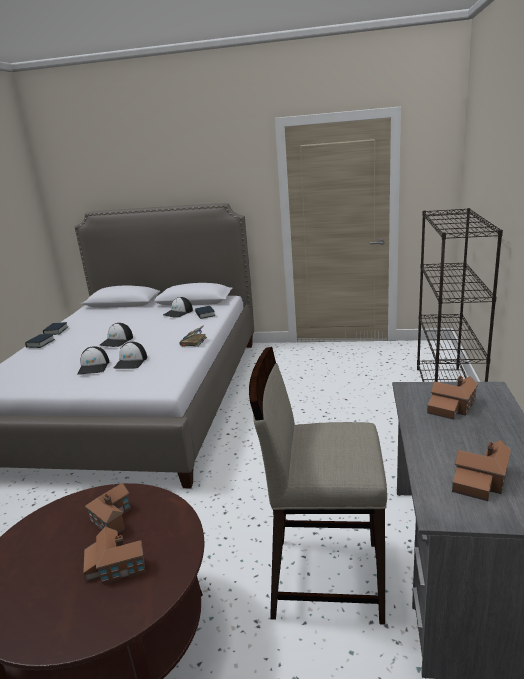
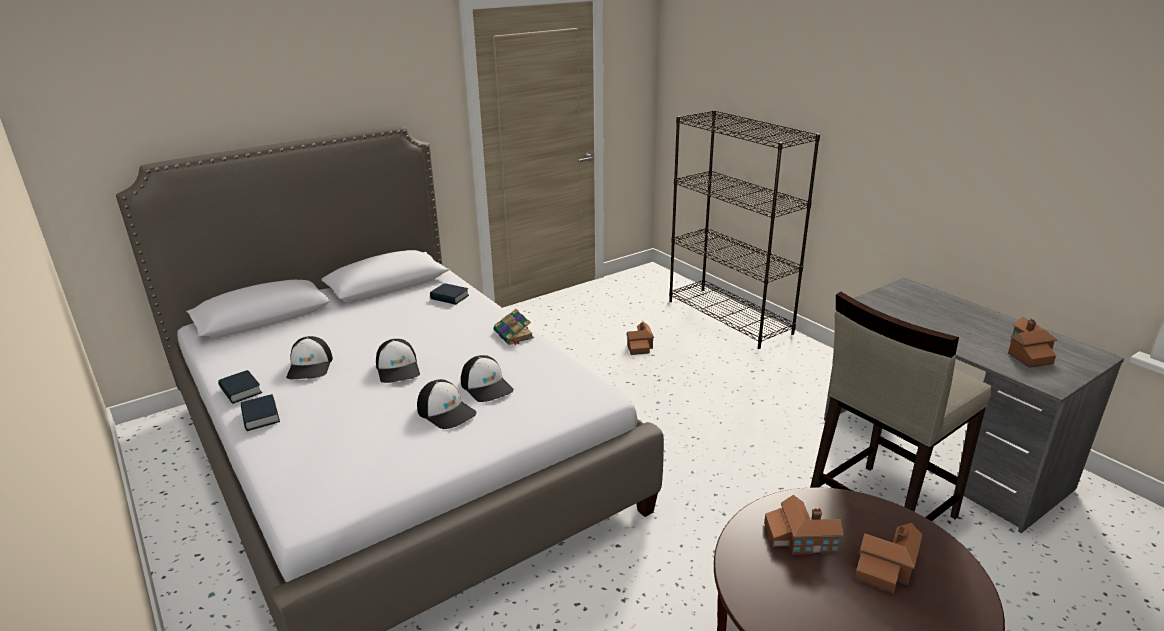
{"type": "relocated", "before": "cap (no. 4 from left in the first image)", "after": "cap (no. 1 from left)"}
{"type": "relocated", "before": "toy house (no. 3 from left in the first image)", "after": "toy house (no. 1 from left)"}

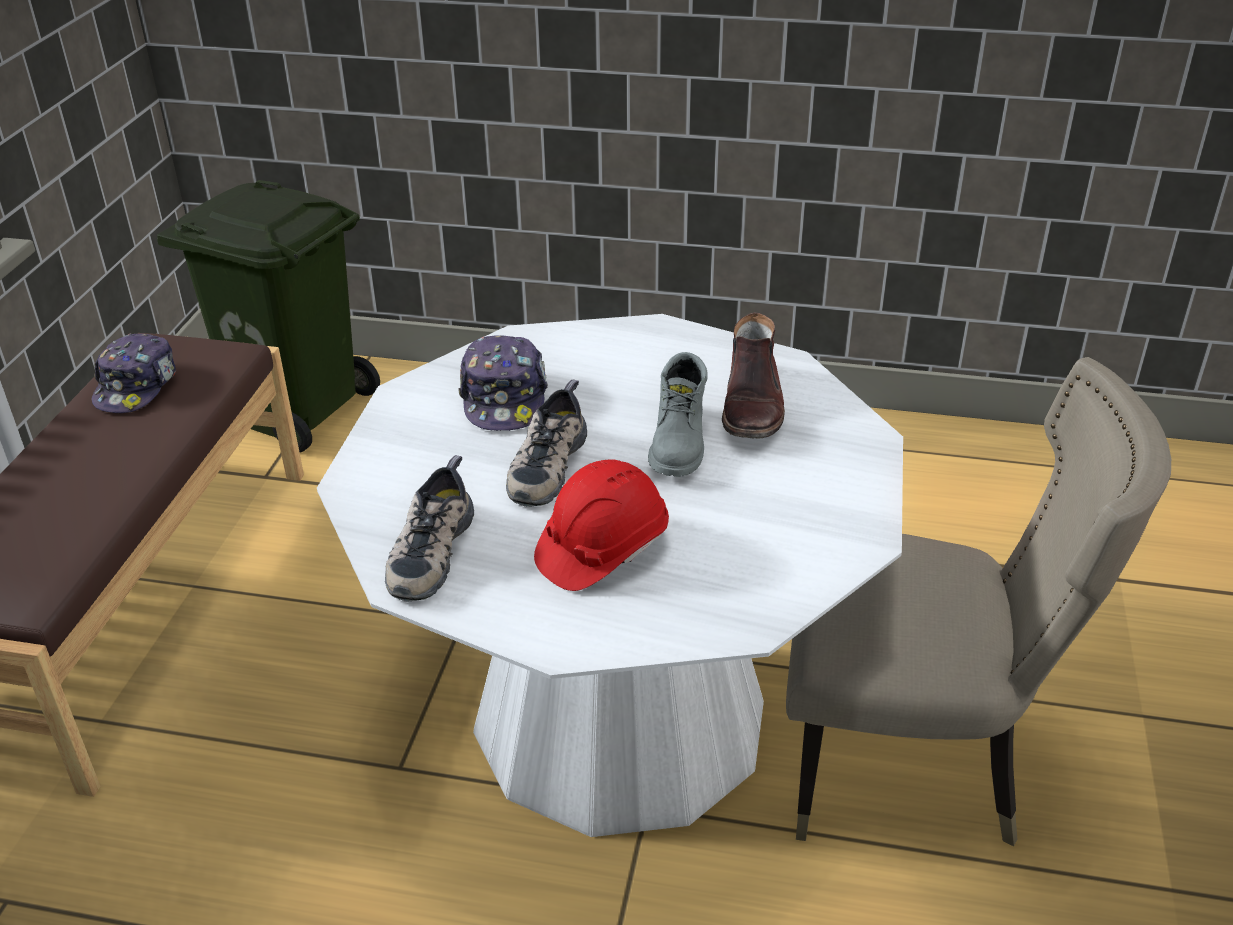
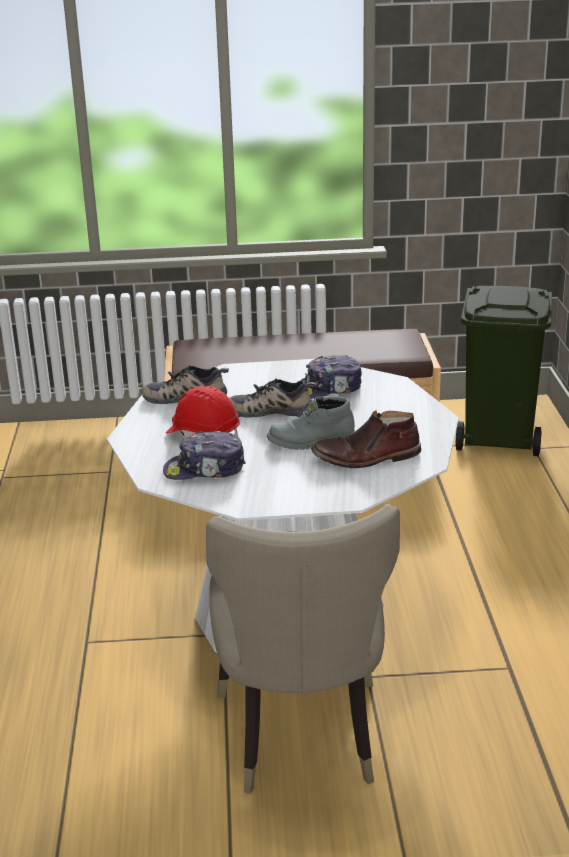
{"type": "relocated", "before": "cap (no. 1 from left)"}

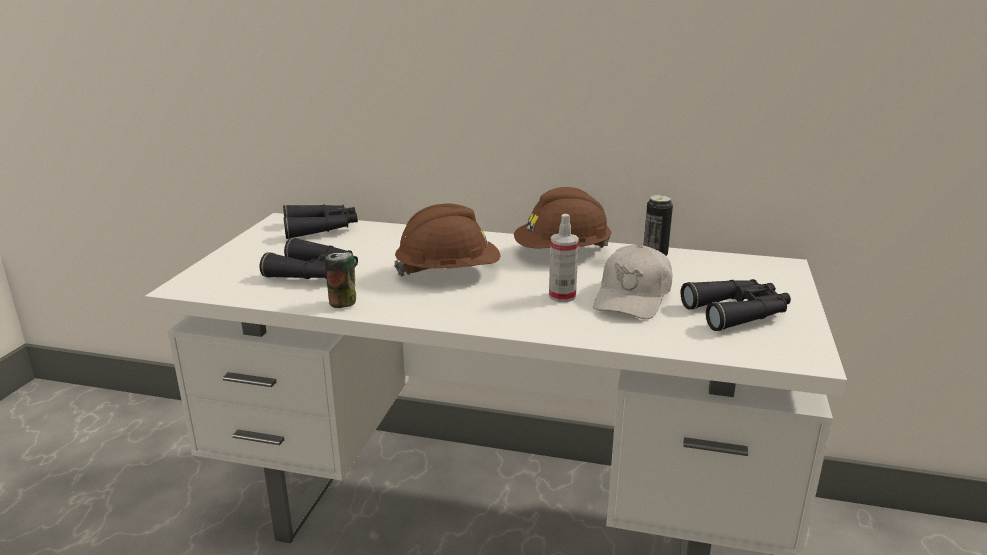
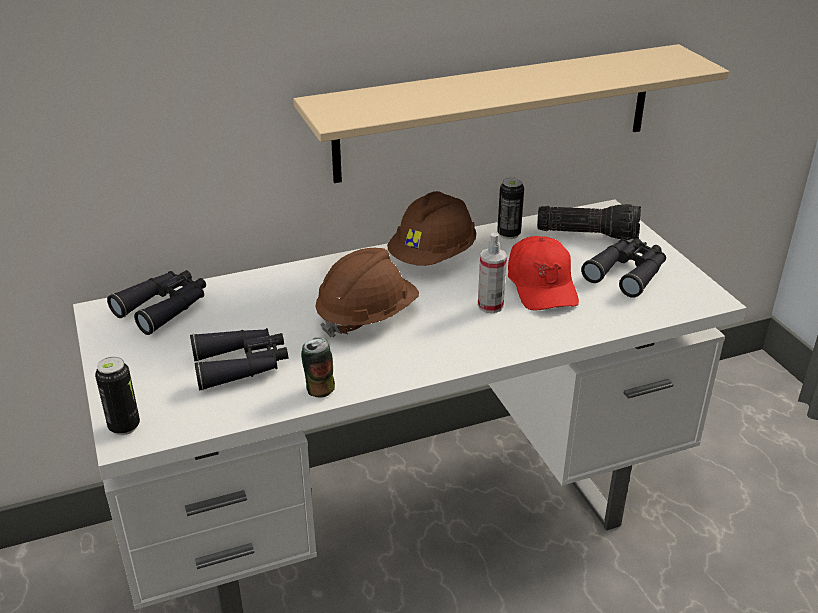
{"type": "colour", "before": "cap (white)", "after": "cap (red)"}
{"type": "appeared", "after": "can (no. 1 from left)"}
{"type": "appeared", "after": "shelf (beige)"}
{"type": "appeared", "after": "flashlight"}

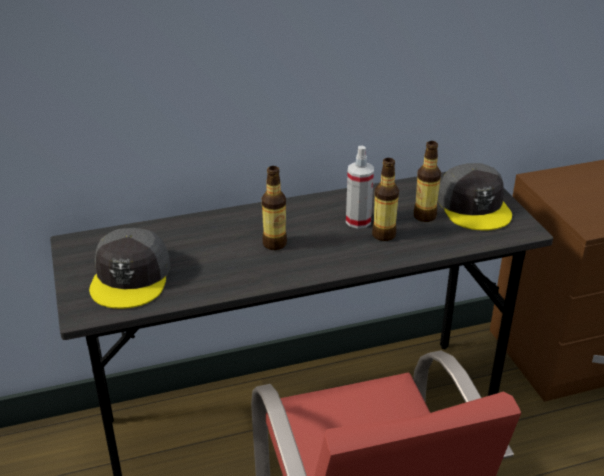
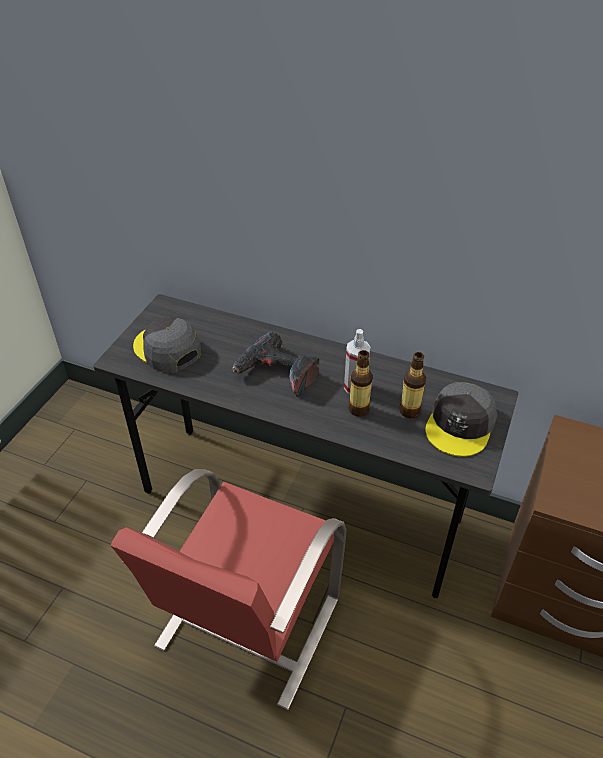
{"type": "spun", "before": "cap (grey) (no. 1 from left)", "turn": 90}
{"type": "exchanged", "before": "bottle (no. 1 from left)", "after": "power drill"}

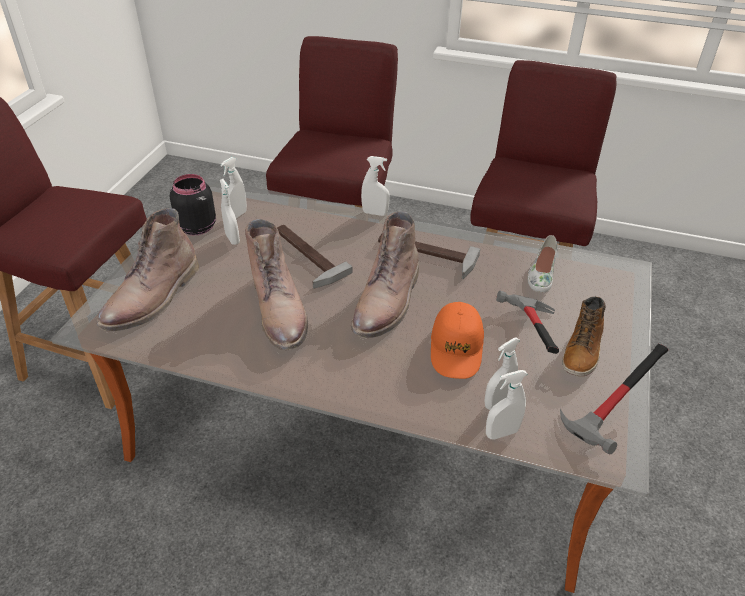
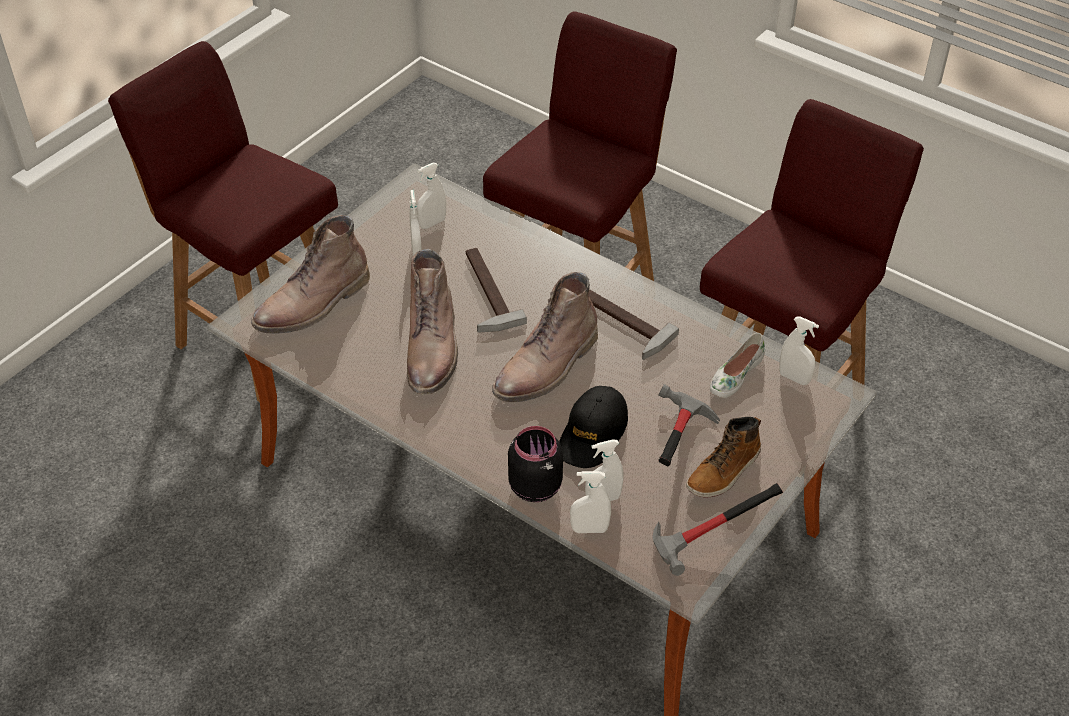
{"type": "relocated", "before": "jar (black)"}
{"type": "relocated", "before": "spray bottle (white) (no. 3 from left in the first image)", "after": "spray bottle (white) (no. 5 from left)"}
{"type": "colour", "before": "cap (orange)", "after": "cap (black)"}

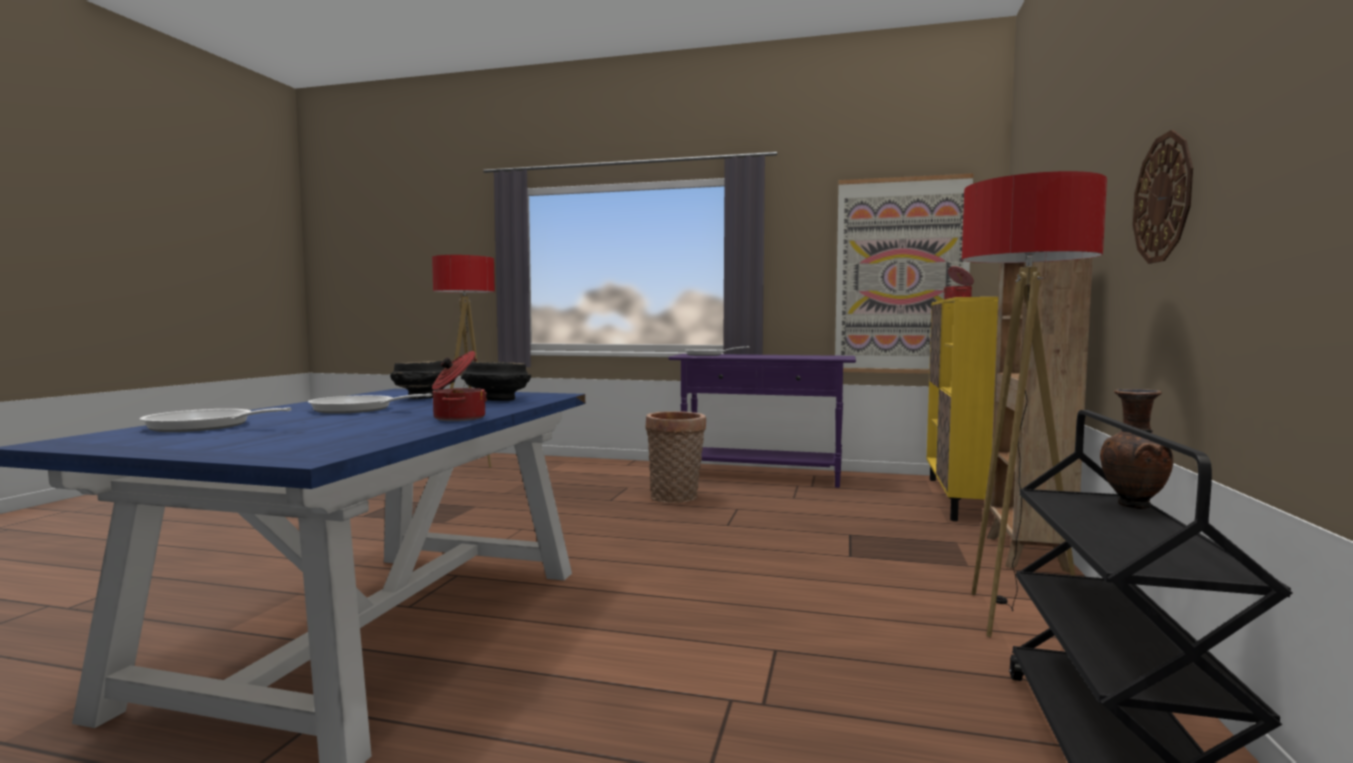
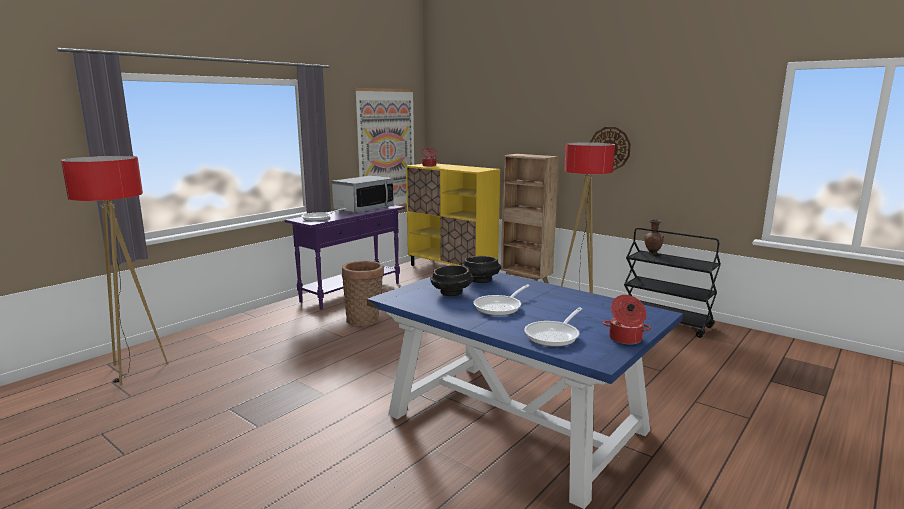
{"type": "relocated", "before": "cooking pot (no. 1 from left in the first image)", "after": "cooking pot (no. 2 from left)"}
{"type": "appeared", "after": "microwave"}

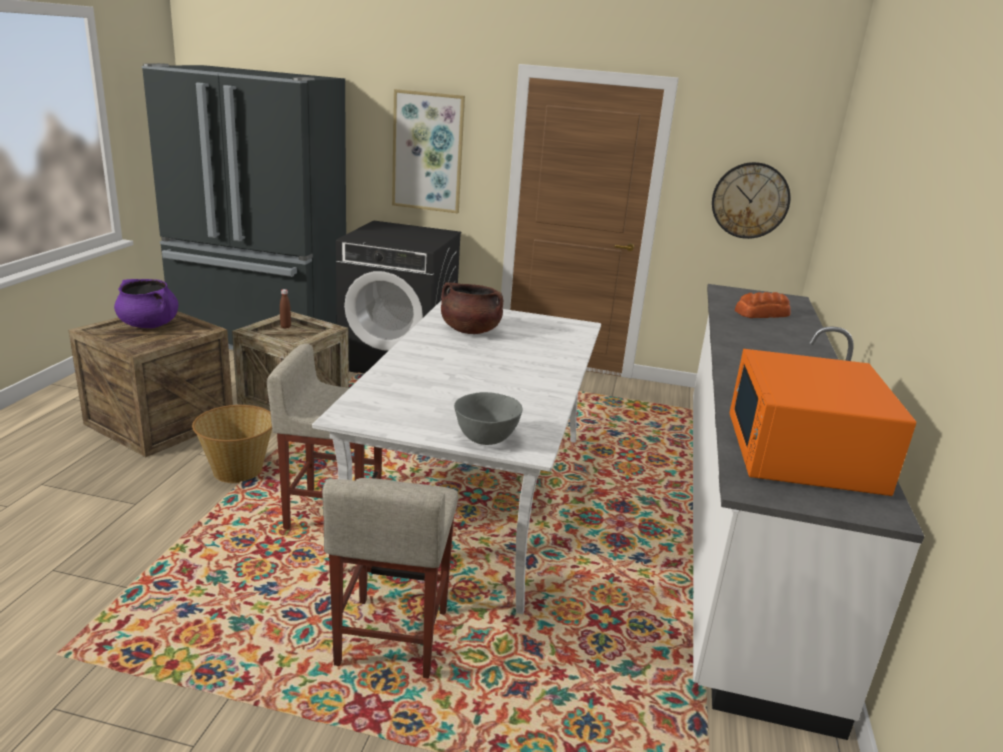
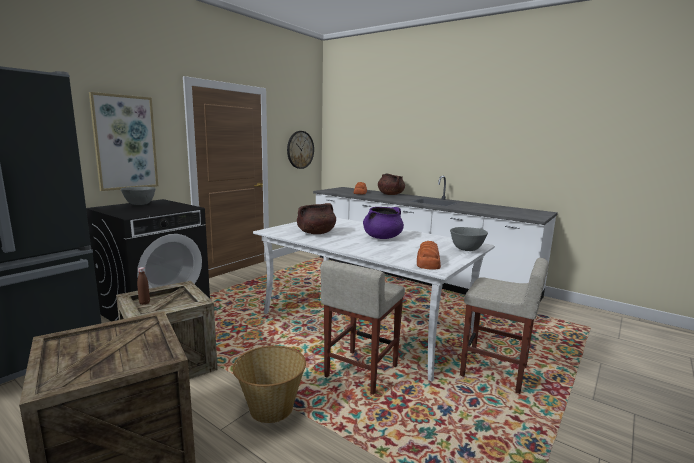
{"type": "relocated", "before": "cooking pot (purple)"}
{"type": "missing", "before": "microwave (orange)"}
{"type": "appeared", "after": "bowl (grey) (no. 1 from left)"}
{"type": "appeared", "after": "cooking pot (brown) (no. 2 from left)"}
{"type": "appeared", "after": "bread (no. 2 from left)"}

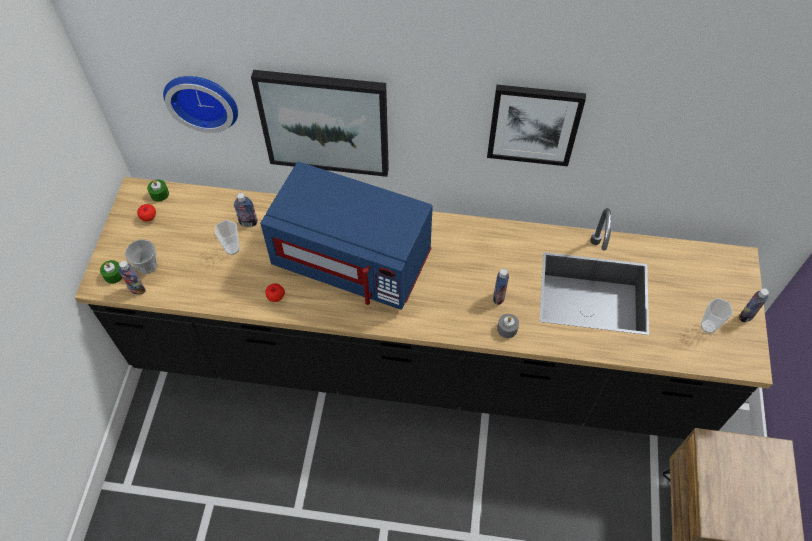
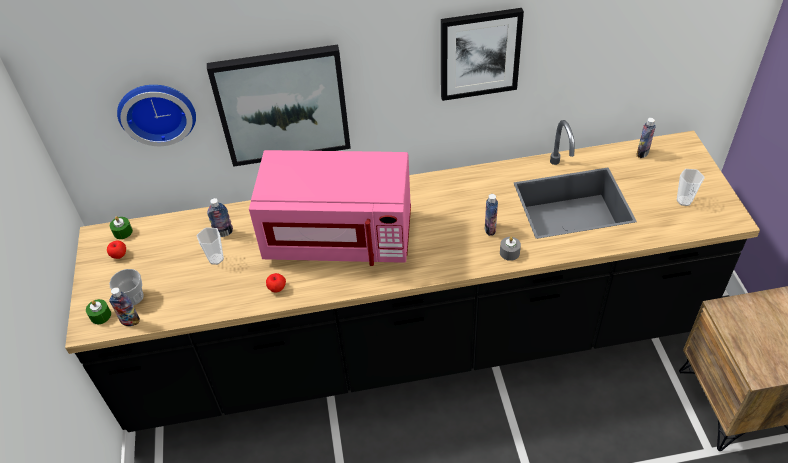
{"type": "colour", "before": "microwave (blue)", "after": "microwave (pink)"}
{"type": "relocated", "before": "bottle (no. 4 from left)"}

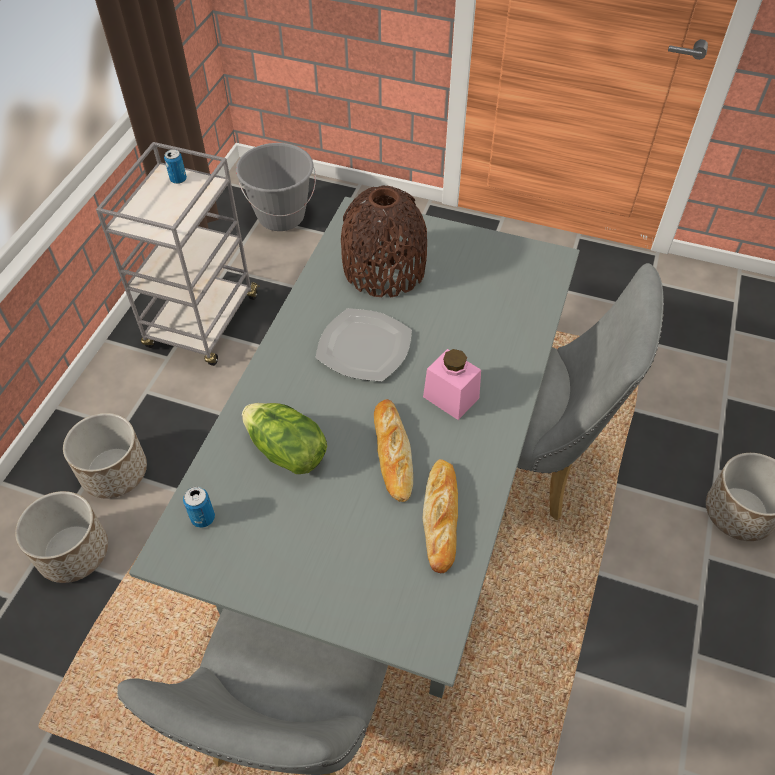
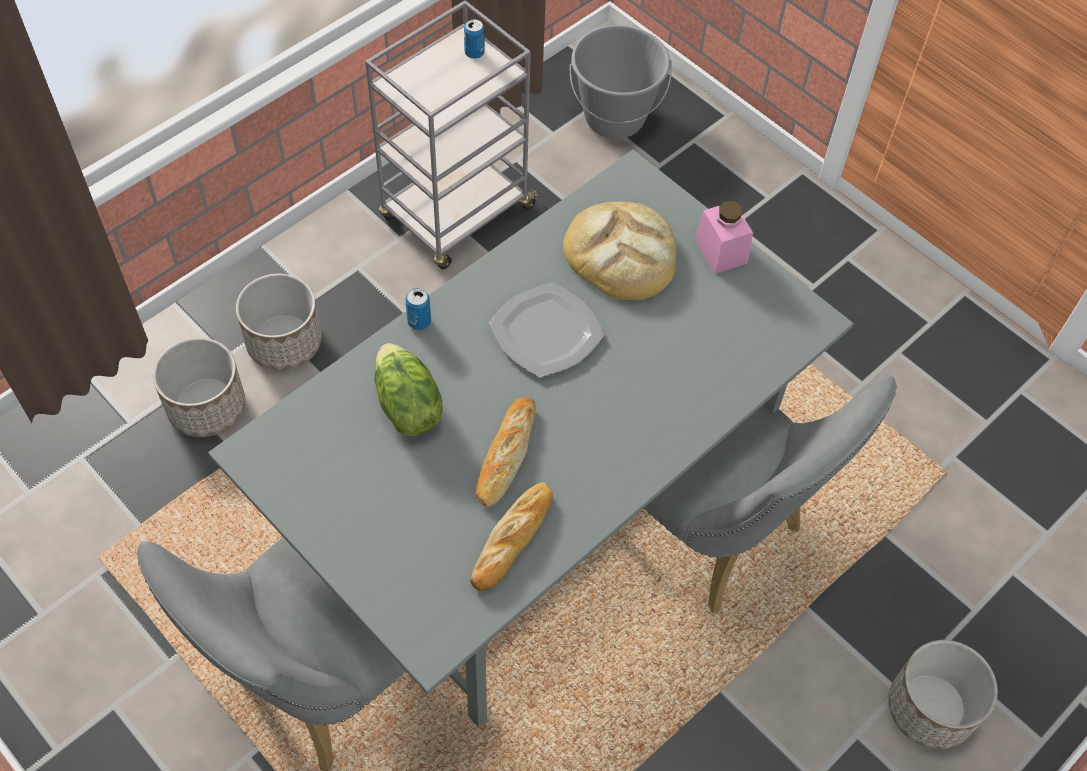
{"type": "relocated", "before": "can (no. 2 from left in the first image)", "after": "can (no. 1 from left)"}
{"type": "exchanged", "before": "vase (brown)", "after": "bread (no. 3 from left)"}
{"type": "relocated", "before": "jar (pink)"}

